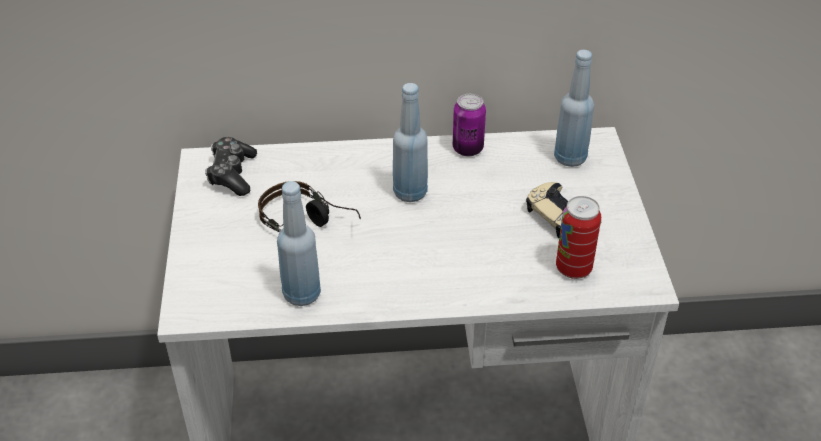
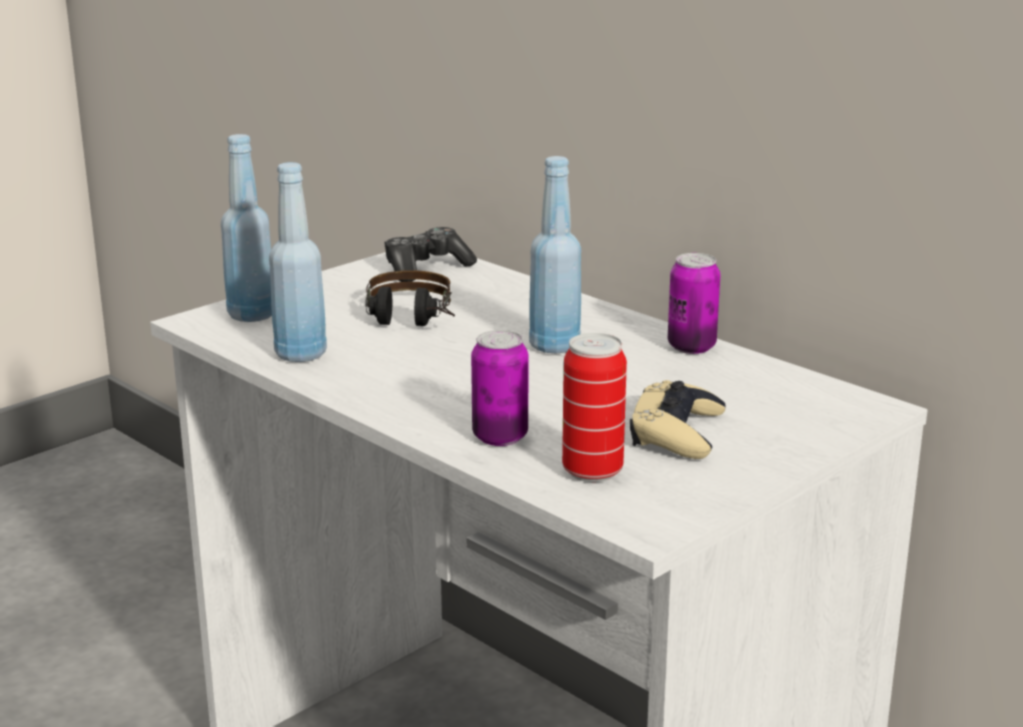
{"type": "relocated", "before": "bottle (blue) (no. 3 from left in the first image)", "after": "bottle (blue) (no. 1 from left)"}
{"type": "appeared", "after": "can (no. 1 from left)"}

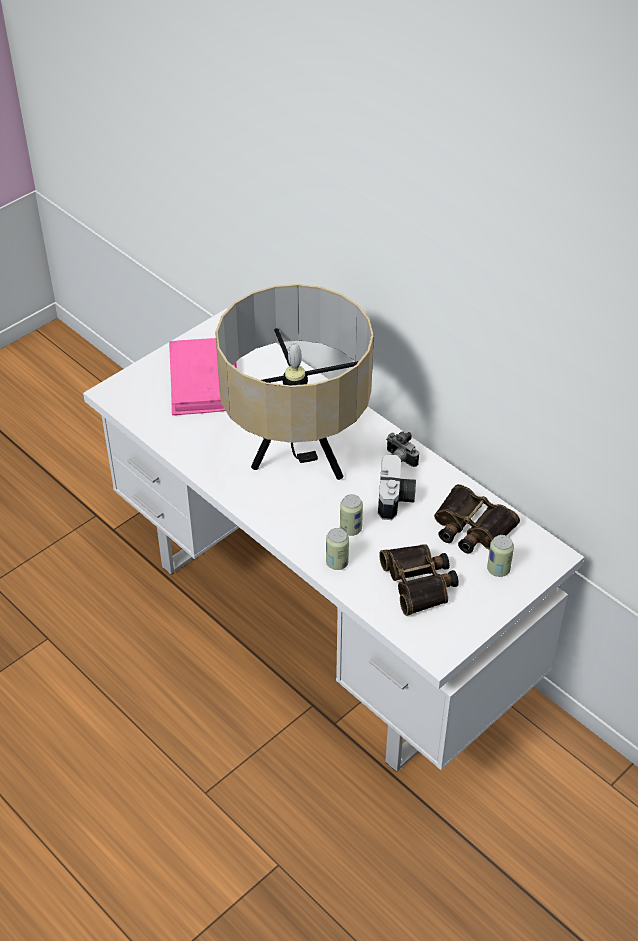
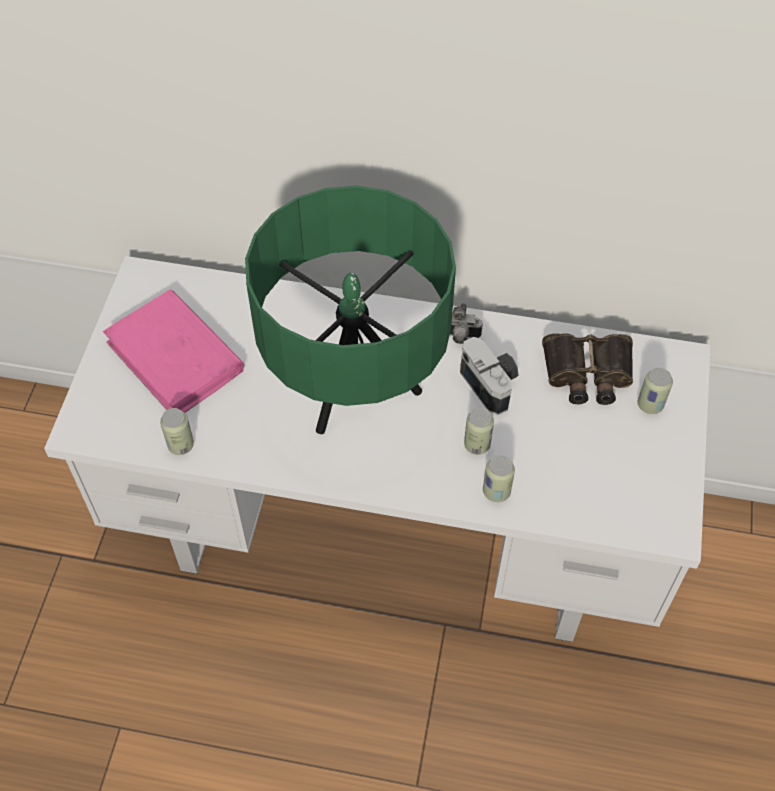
{"type": "colour", "before": "table lamp (beige)", "after": "table lamp (green)"}
{"type": "missing", "before": "binoculars (no. 1 from left)"}
{"type": "appeared", "after": "can (no. 1 from left)"}

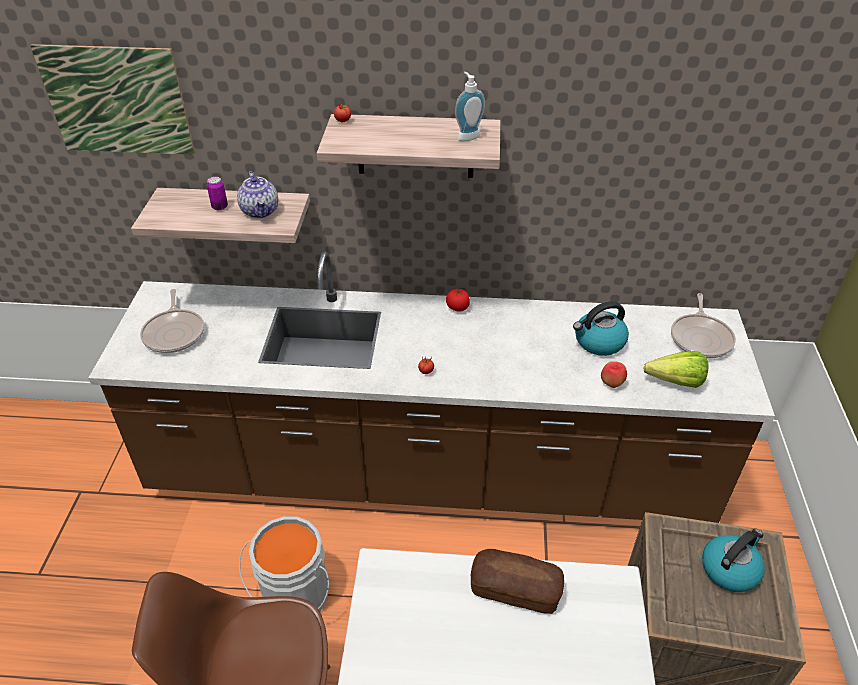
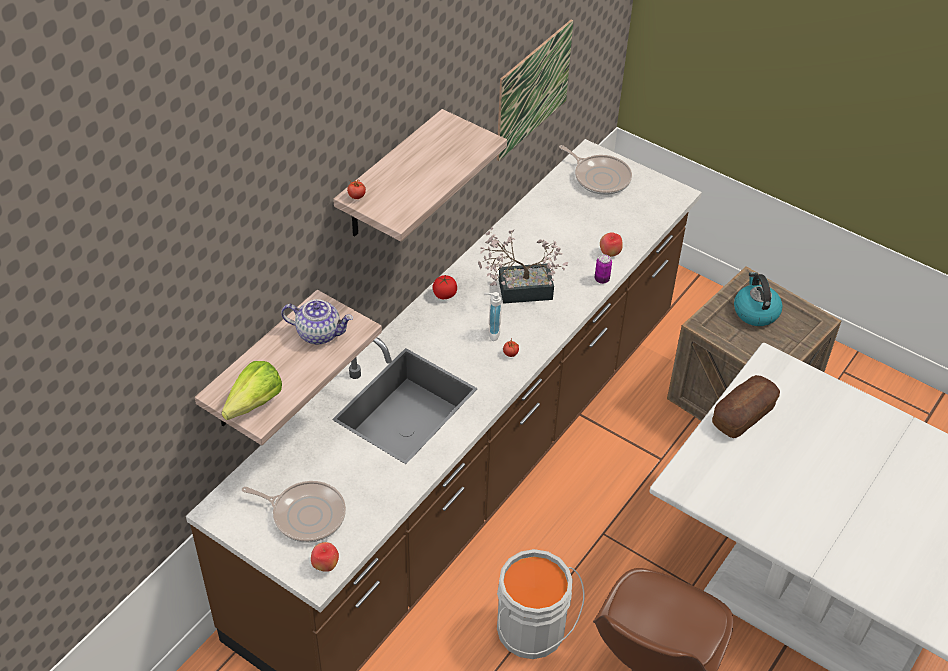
{"type": "relocated", "before": "picture"}
{"type": "relocated", "before": "can"}
{"type": "relocated", "before": "soap dispenser"}
{"type": "missing", "before": "kettle (no. 1 from left)"}
{"type": "relocated", "before": "lettuce"}
{"type": "appeared", "after": "apple (no. 1 from left)"}
{"type": "appeared", "after": "potted plant"}

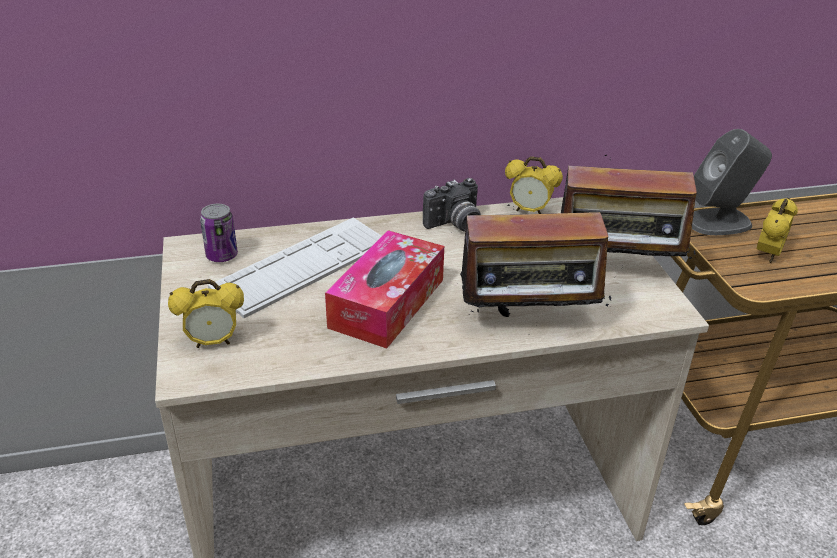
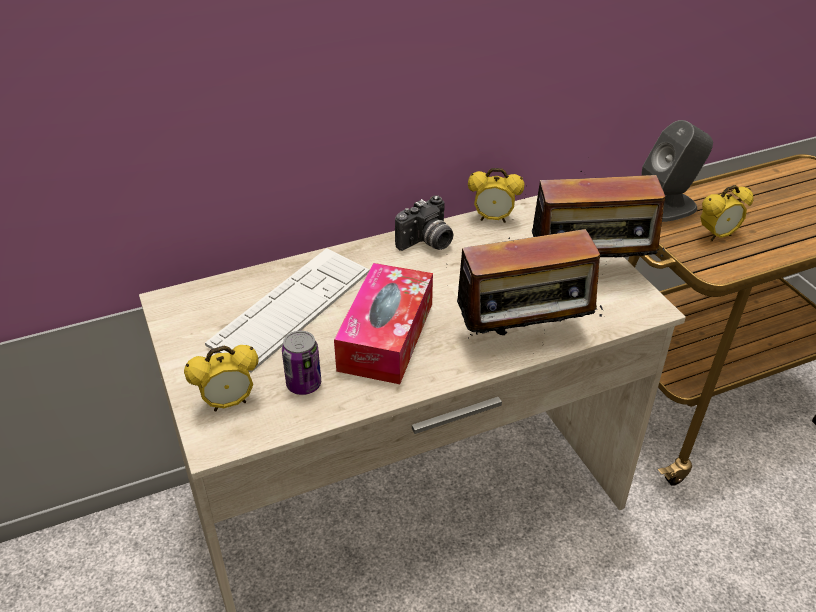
{"type": "relocated", "before": "can"}
{"type": "spun", "before": "alarm clock (no. 3 from left)", "turn": 45}

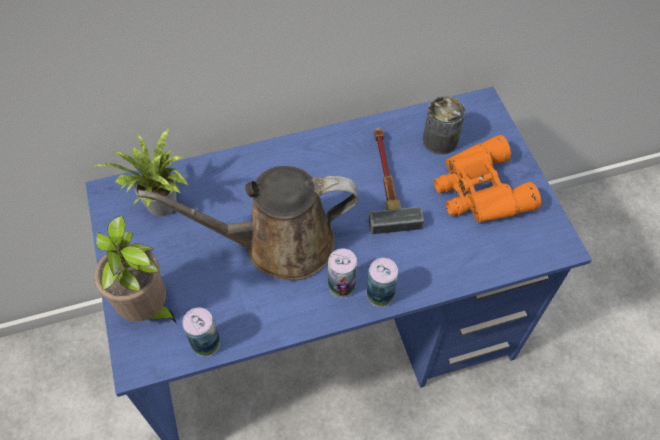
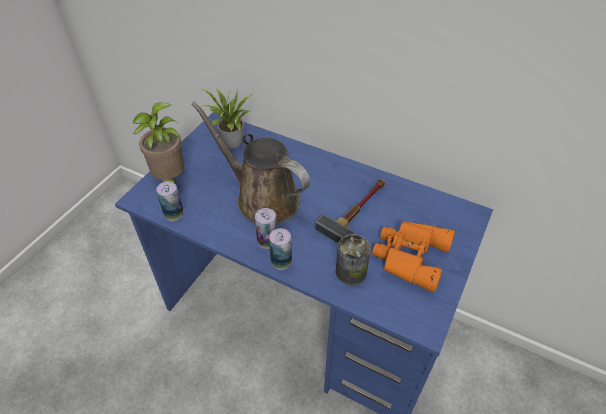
{"type": "relocated", "before": "can (no. 4 from left)"}

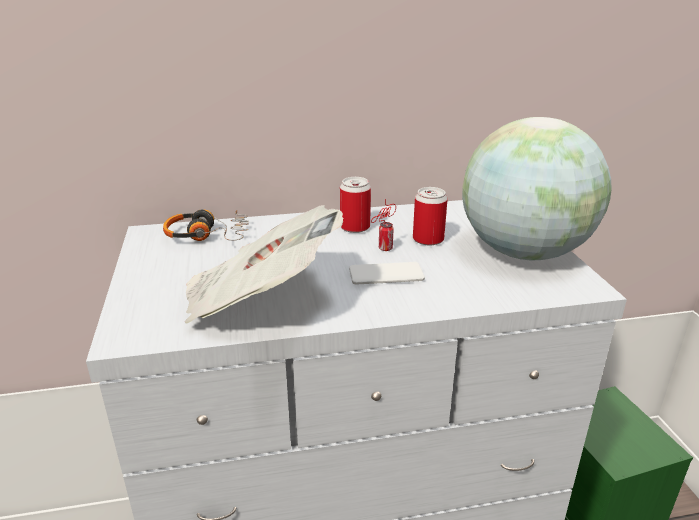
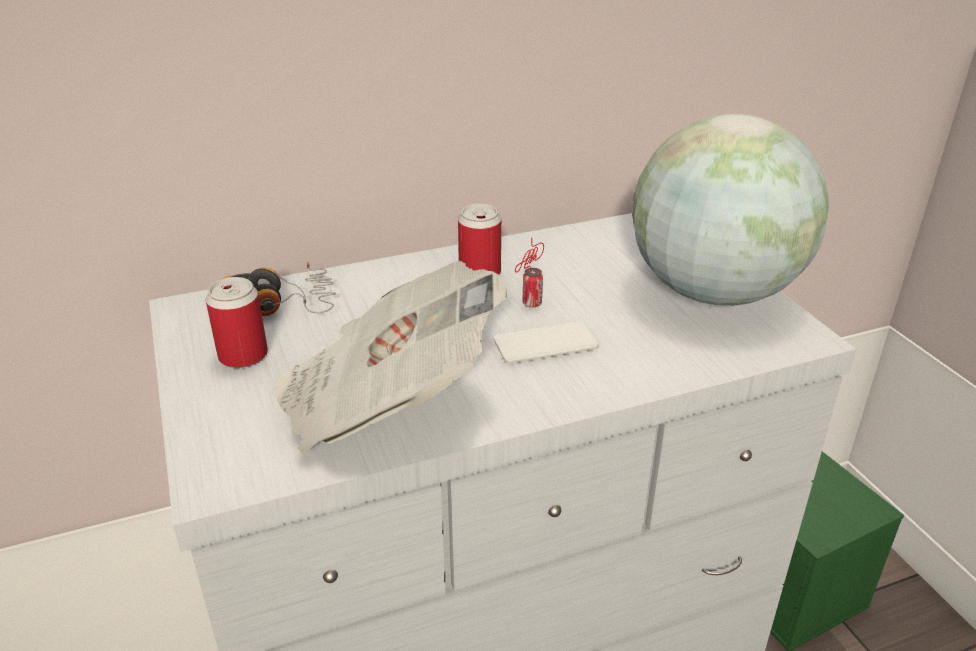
{"type": "relocated", "before": "can (no. 3 from left in the first image)", "after": "can (no. 1 from left)"}

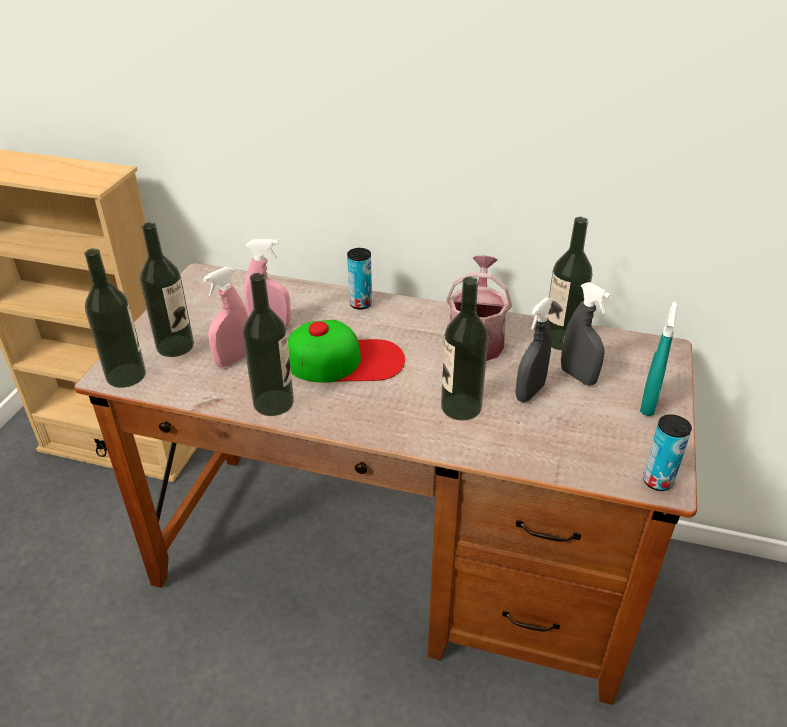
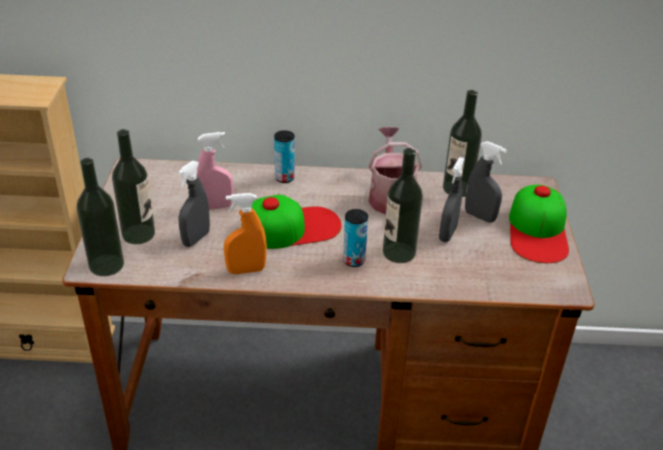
{"type": "colour", "before": "spray bottle (pink) (no. 1 from left)", "after": "spray bottle (grey) (no. 1 from left)"}
{"type": "exchanged", "before": "bottle (no. 3 from left)", "after": "spray bottle (orange)"}
{"type": "exchanged", "before": "spray bottle (turquoise)", "after": "cap (no. 2 from left)"}
{"type": "relocated", "before": "can (no. 2 from left)"}

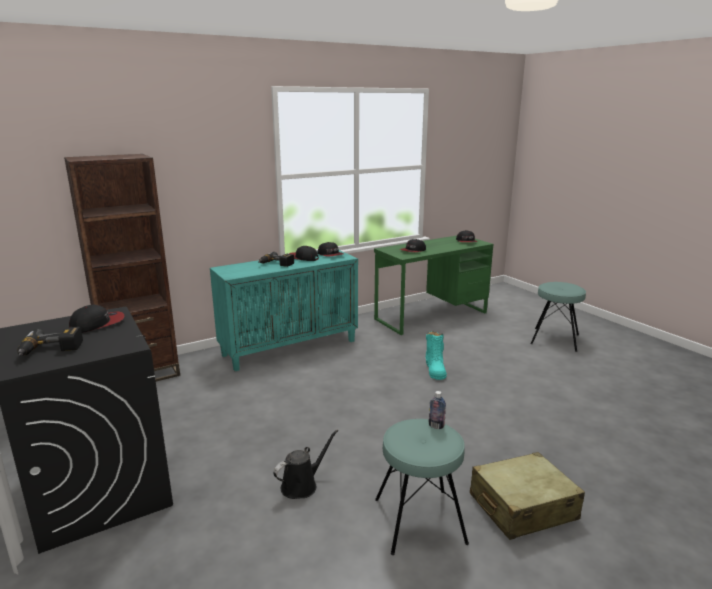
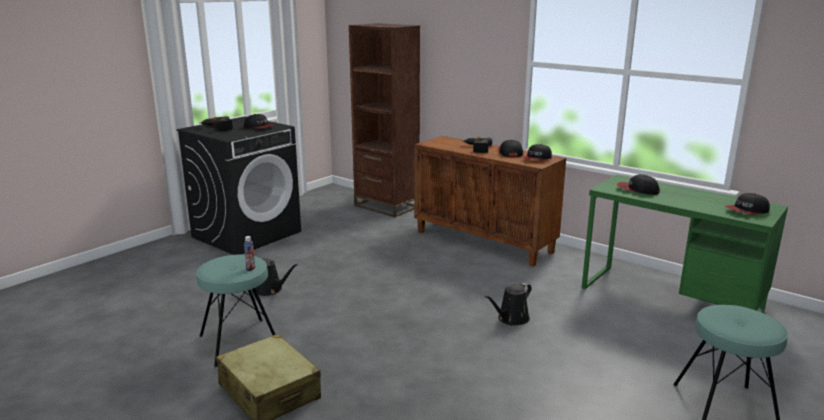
{"type": "colour", "before": "cabinet (turquoise)", "after": "cabinet (brown)"}
{"type": "exchanged", "before": "boot (turquoise)", "after": "watering can (black) (no. 2 from left)"}

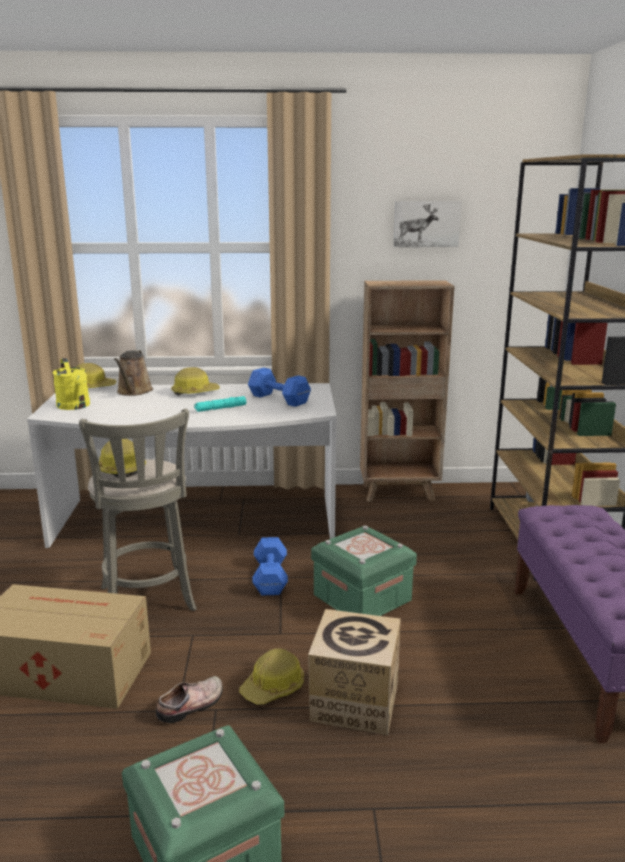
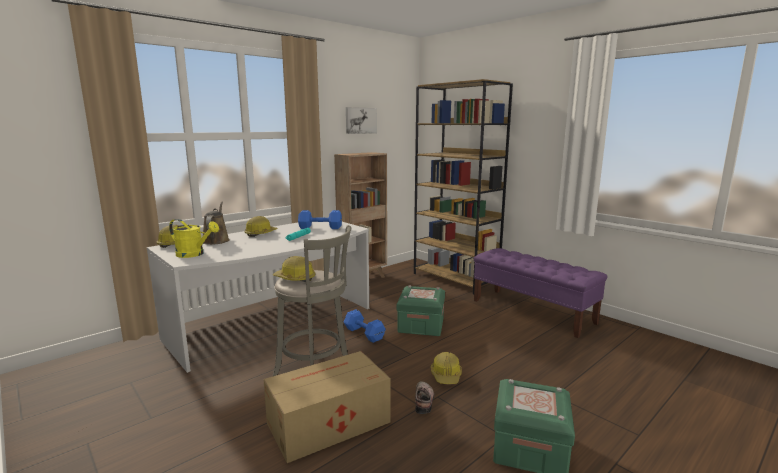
{"type": "spun", "before": "watering can (brown)", "turn": -150}
{"type": "missing", "before": "cardboard box (no. 2 from left)"}

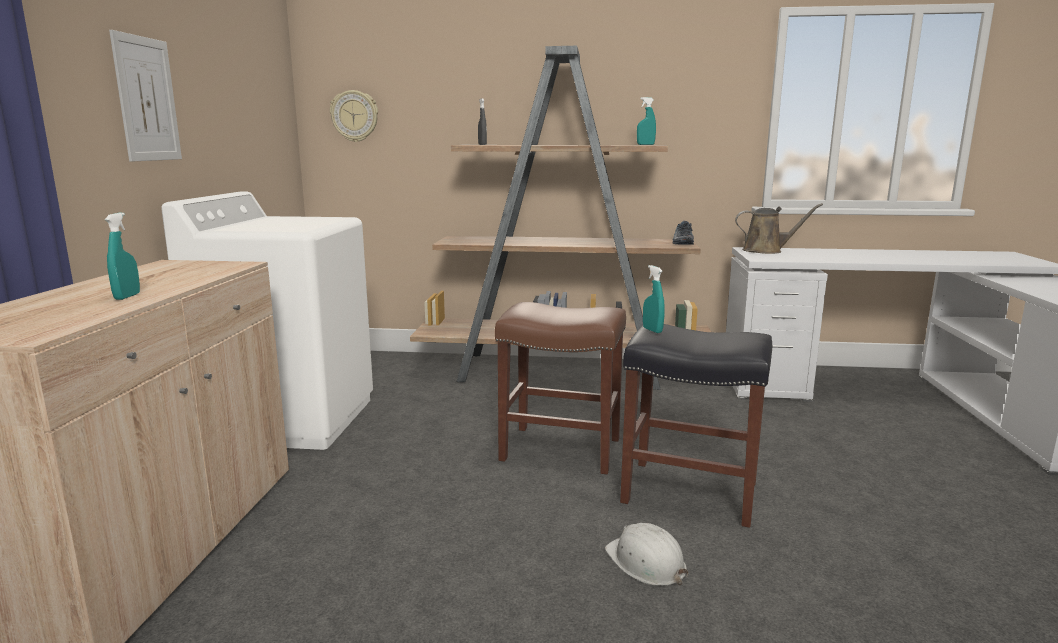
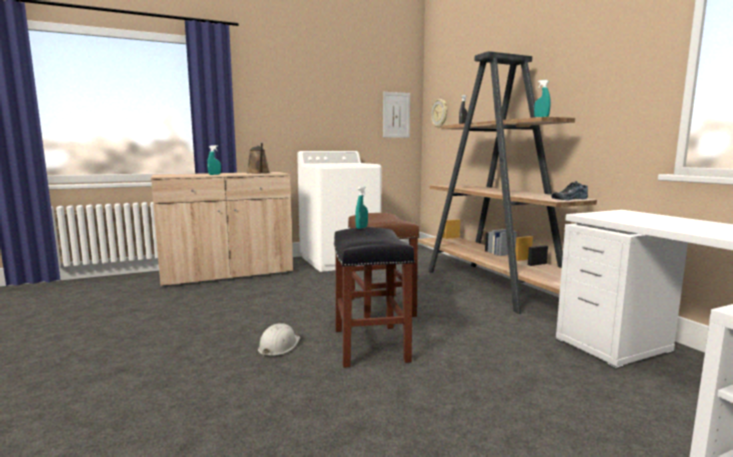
{"type": "relocated", "before": "picture"}
{"type": "relocated", "before": "watering can (brown)"}

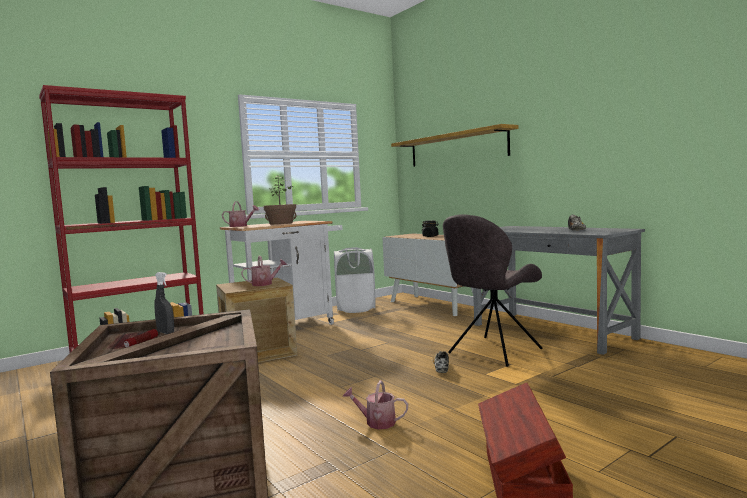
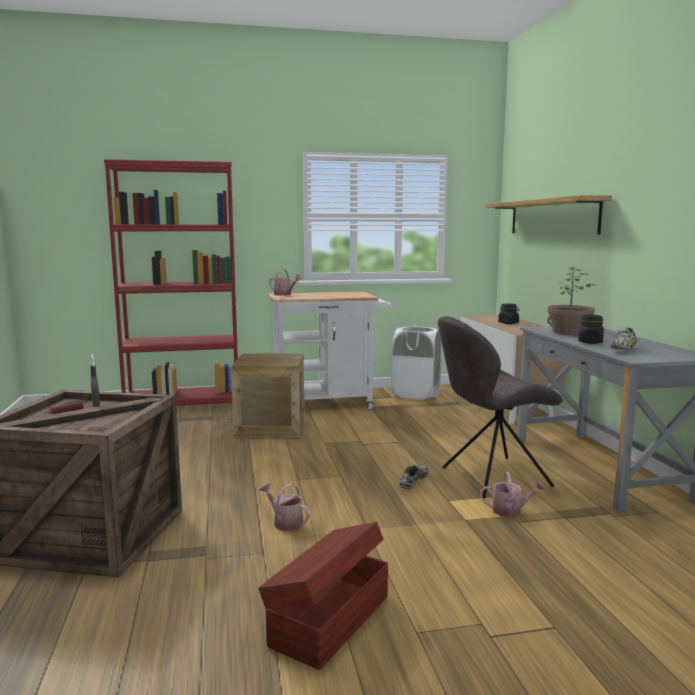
{"type": "relocated", "before": "watering can (no. 2 from left in the first image)", "after": "watering can (no. 3 from left)"}
{"type": "relocated", "before": "potted plant"}
{"type": "appeared", "after": "jar (black) (no. 2 from left)"}

